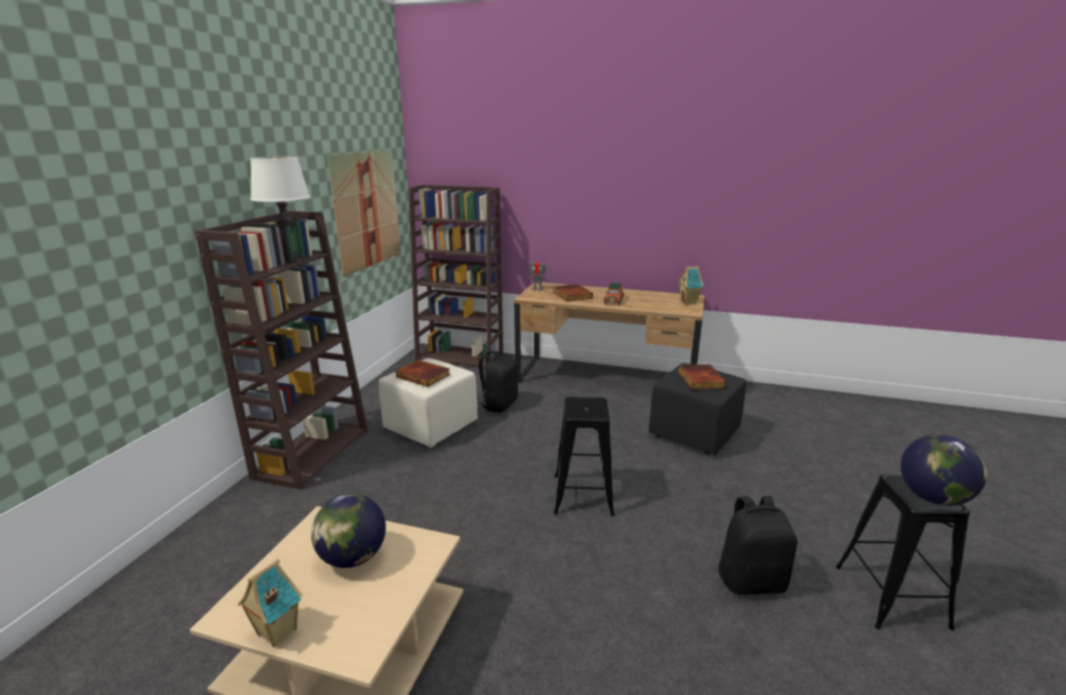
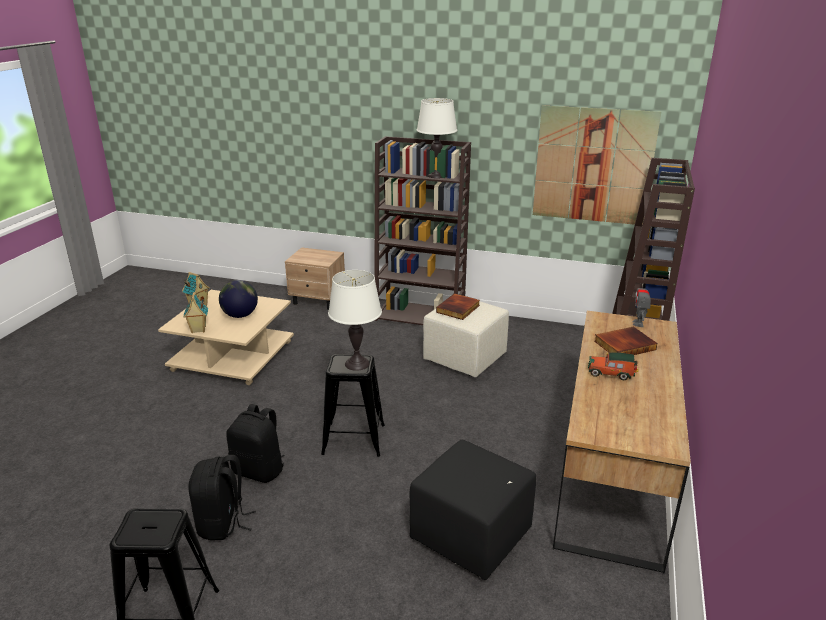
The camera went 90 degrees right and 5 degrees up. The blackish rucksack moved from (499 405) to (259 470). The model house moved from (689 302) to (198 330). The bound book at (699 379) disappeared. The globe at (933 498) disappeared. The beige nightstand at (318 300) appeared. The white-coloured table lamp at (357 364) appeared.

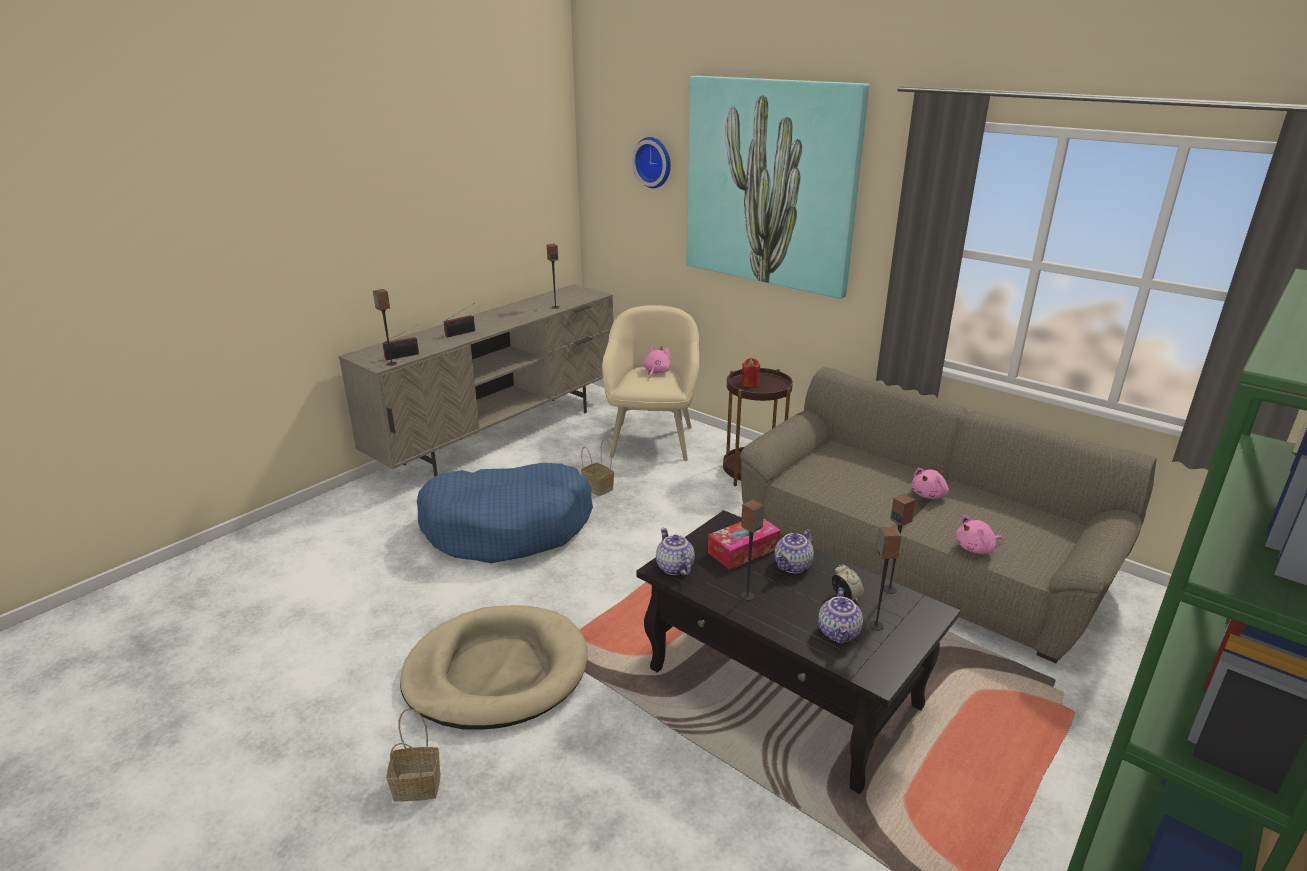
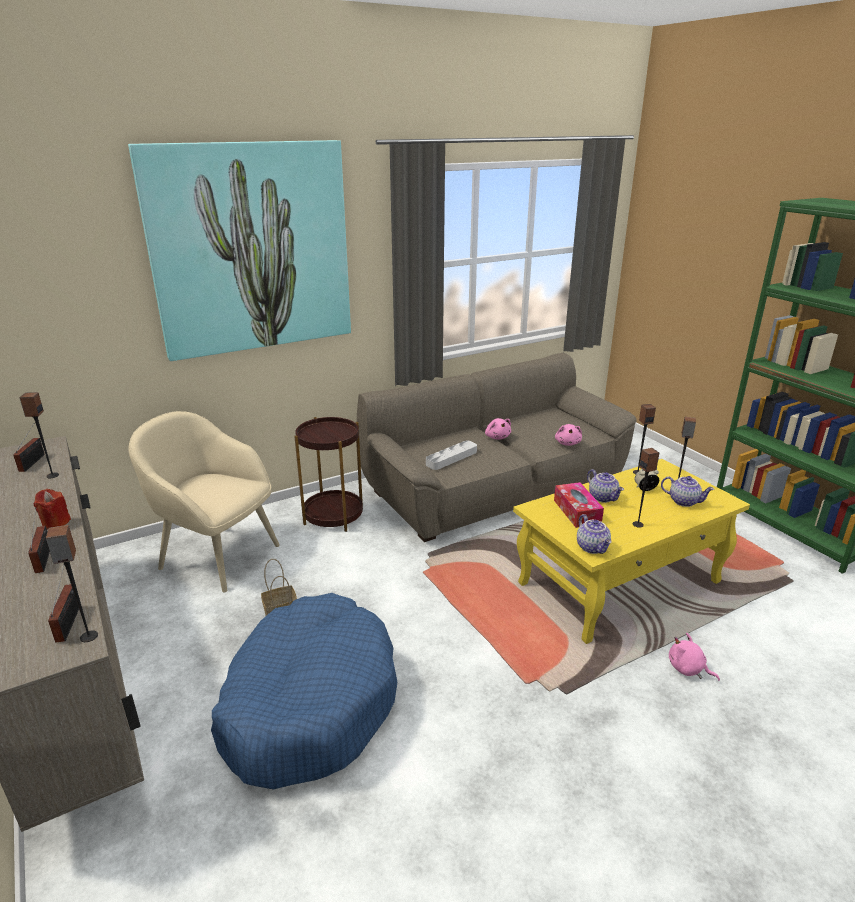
The camera went 70 degrees left and 0 degrees up. The storage basket at (415 787) disappeared. The beige dog bed at (496 672) disappeared. The hanging clock at (654 162) disappeared. The blackish coffee table at (785 688) became the yellow coffee table at (620 582). The pinkish soft toy moved from (656 372) to (688 669). The tea pot at (673 567) turned 105 degrees counterclockwise. The red-coloured candle moved from (750 383) to (56 522). The radio set at (33 462) appeared. The gray serving tray at (451 458) appeared.

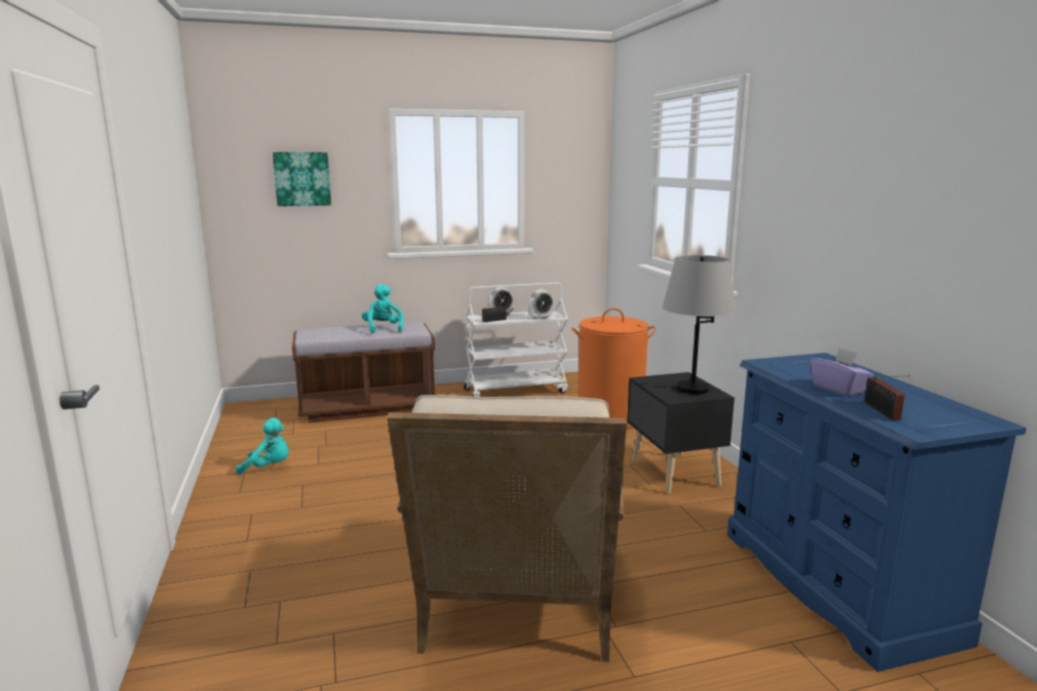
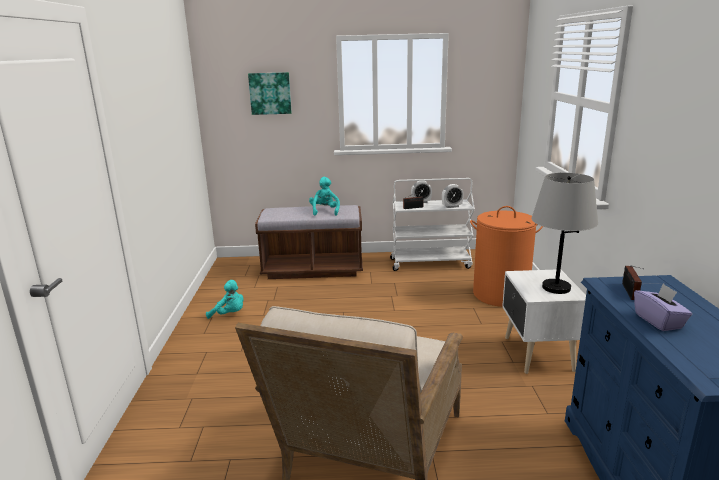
The camera went 15 degrees right and 5 degrees up. The blackish nightstand at (673 474) became the white-coloured nightstand at (537 354). The radio set moved from (882 412) to (630 292).

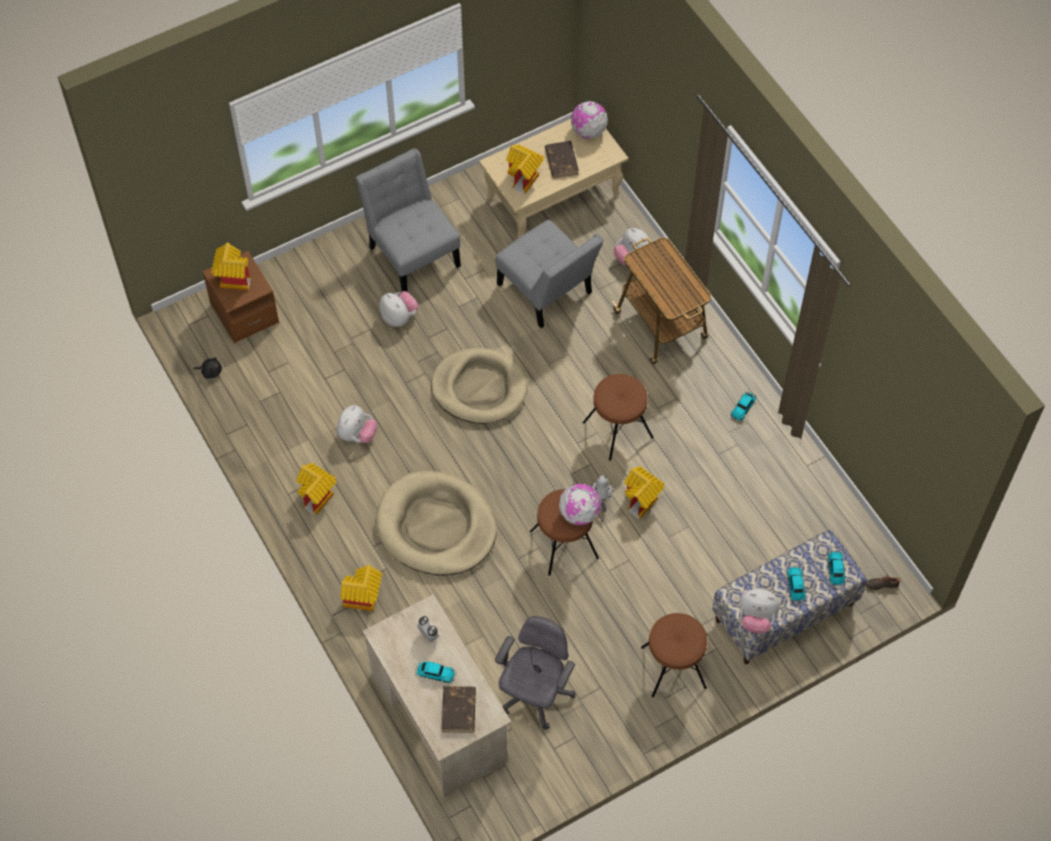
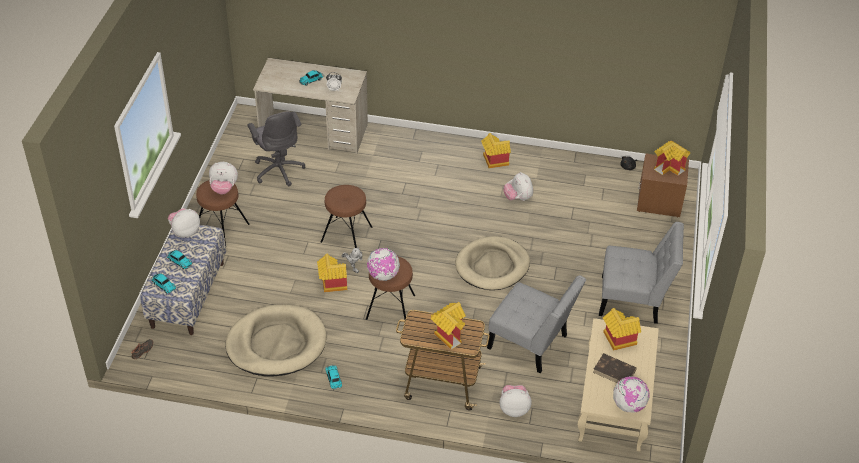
The camera went 130 degrees right and 15 degrees down. The model house moved from (363 599) to (448 334). The beige dog bed moved from (436 526) to (276 344). The soft toy moved from (399 317) to (224 188). The brown bound book at (458 711) disappeared. The gray upright chair at (547 292) turned 150 degrees counterclockwise. The globe moved from (579 513) to (383 275).

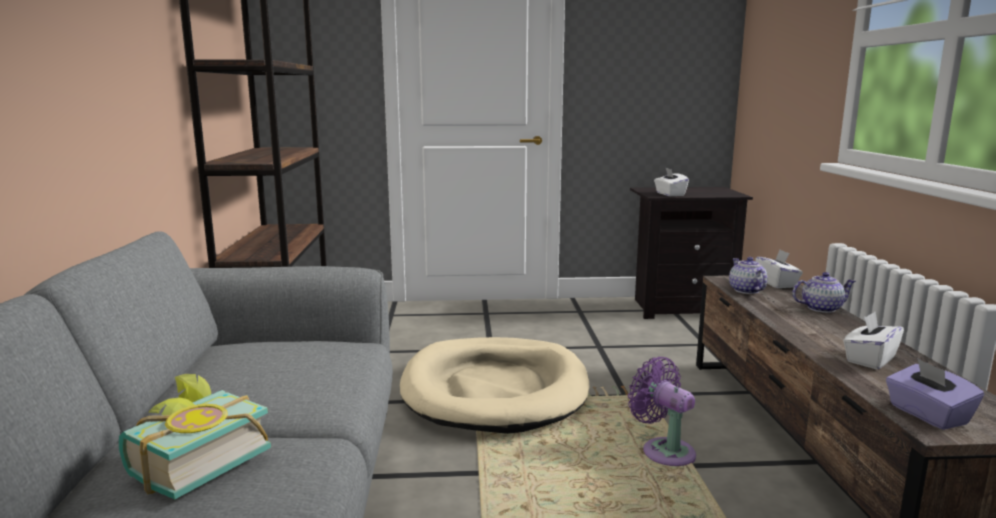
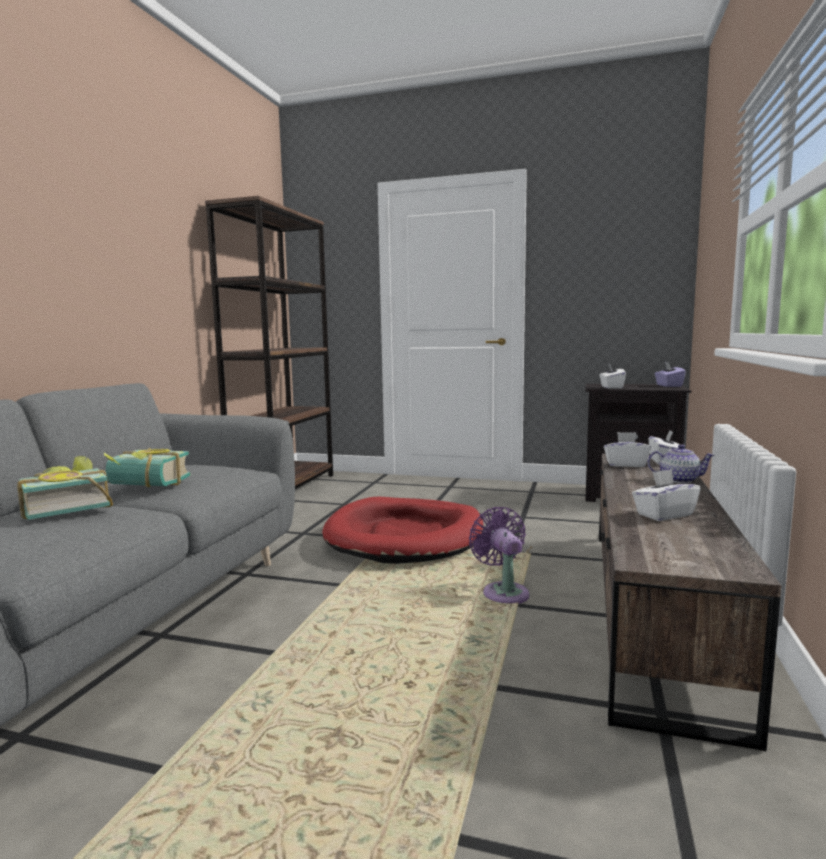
The camera went 20 degrees right and 5 degrees down. The beige dog bed at (494 390) became the red-coloured dog bed at (405 536). The tea pot at (746 290) was replaced by the white-coloured tissue holder at (625 464). The purple tissue holder moved from (927 415) to (668 386). The bound book at (145 486) appeared.

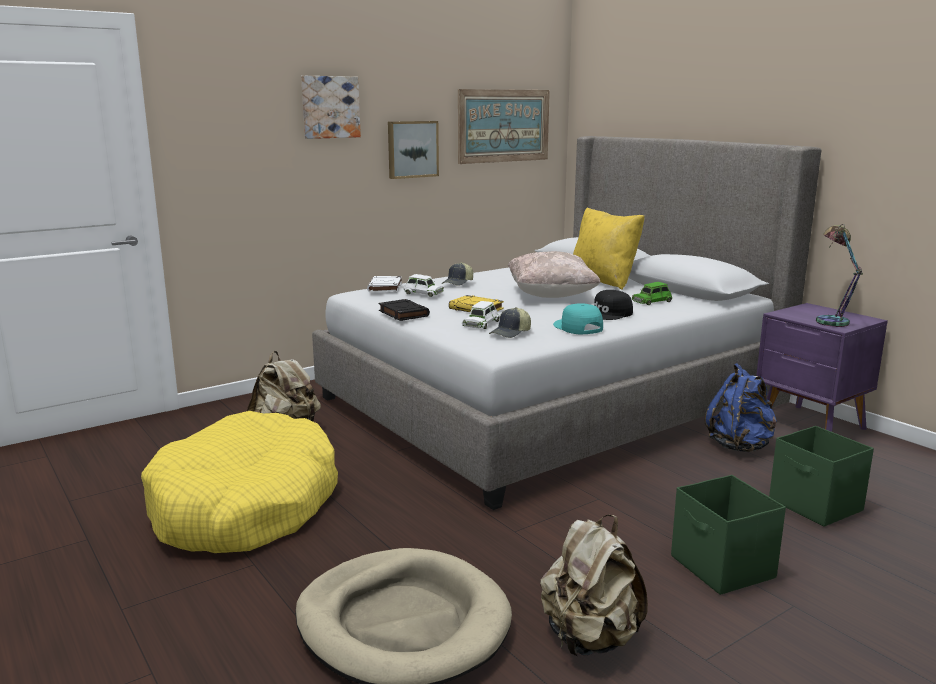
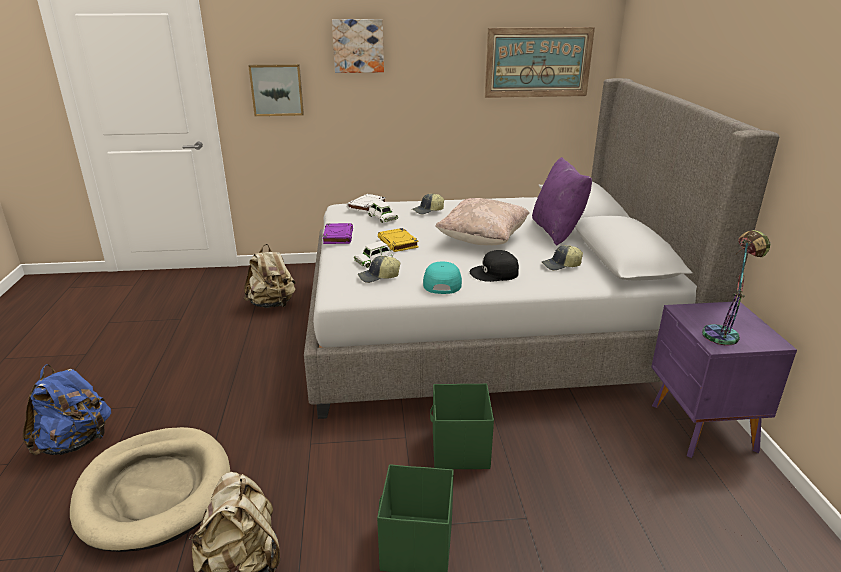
The camera went 30 degrees right and 10 degrees up. The yellow dog bed at (245 506) disappeared. The blackish bound book at (403 313) became the purple bound book at (338 236). The picture moved from (412 149) to (277 89). The yellow pillow at (603 281) became the purple pillow at (557 231). The green-coloured model car at (652 301) was replaced by the cap at (561 266). The blue rucksack moved from (740 446) to (75 442). The green-coloured storage box moved from (816 506) to (459 450).

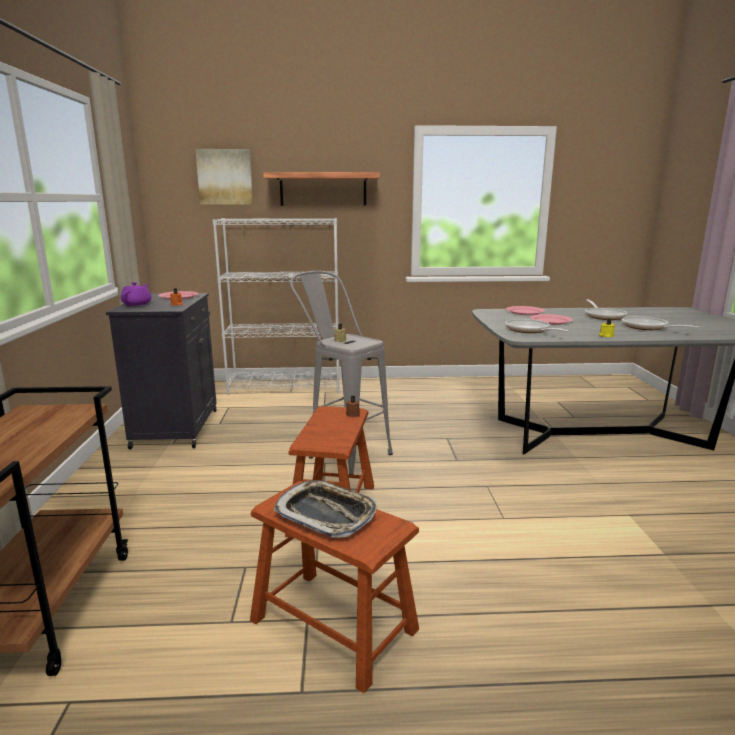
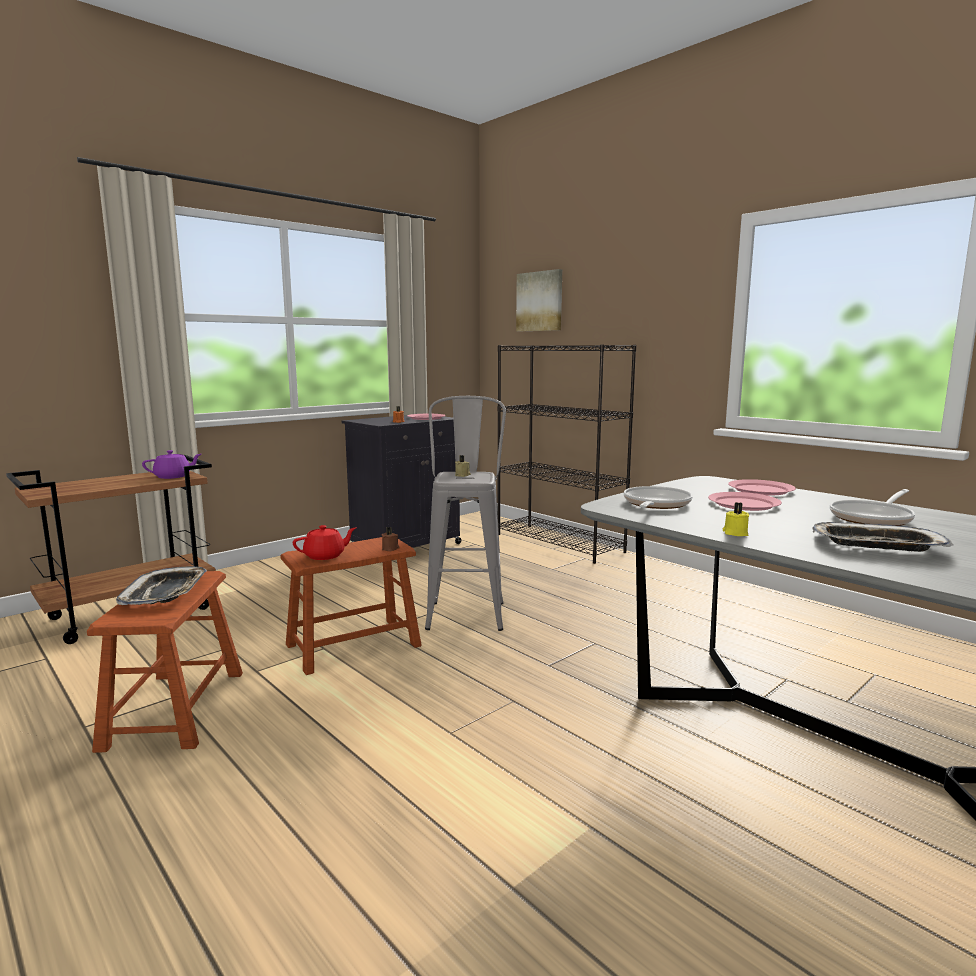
The camera went 50 degrees right and 5 degrees down. The purple tea pot moved from (137 304) to (173 476). The white-coloured bookcase at (286 387) became the blackish bookcase at (560 543). The shelf at (323 189) disappeared. The frying pan at (648 327) was replaced by the serving tray at (876 545). The red-coloured tea pot at (325 556) appeared.

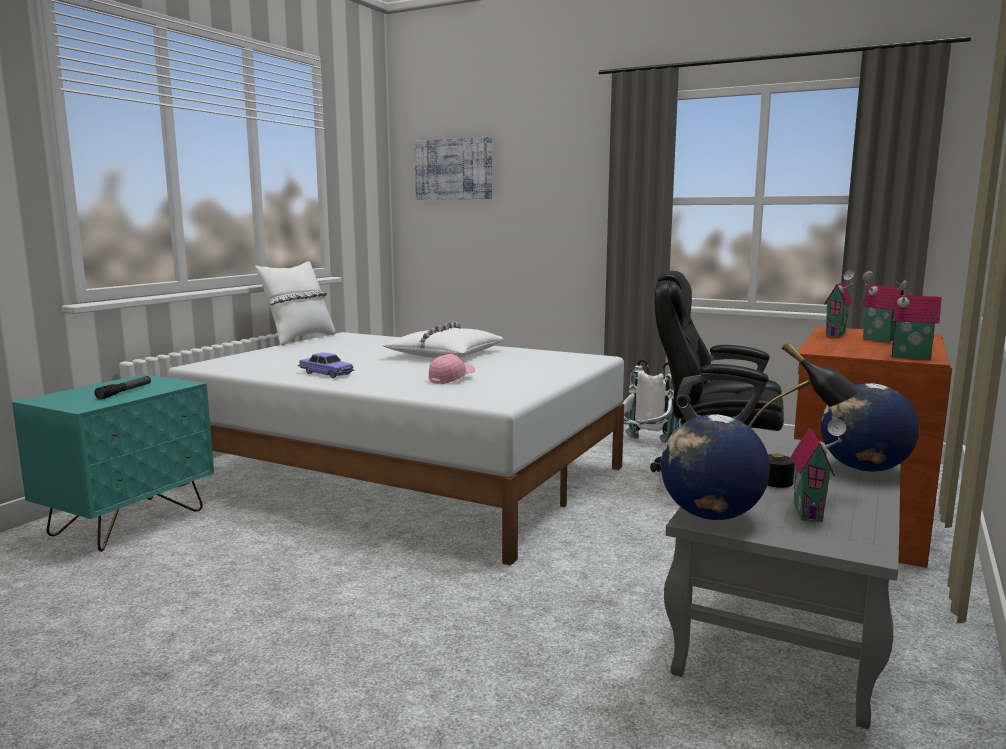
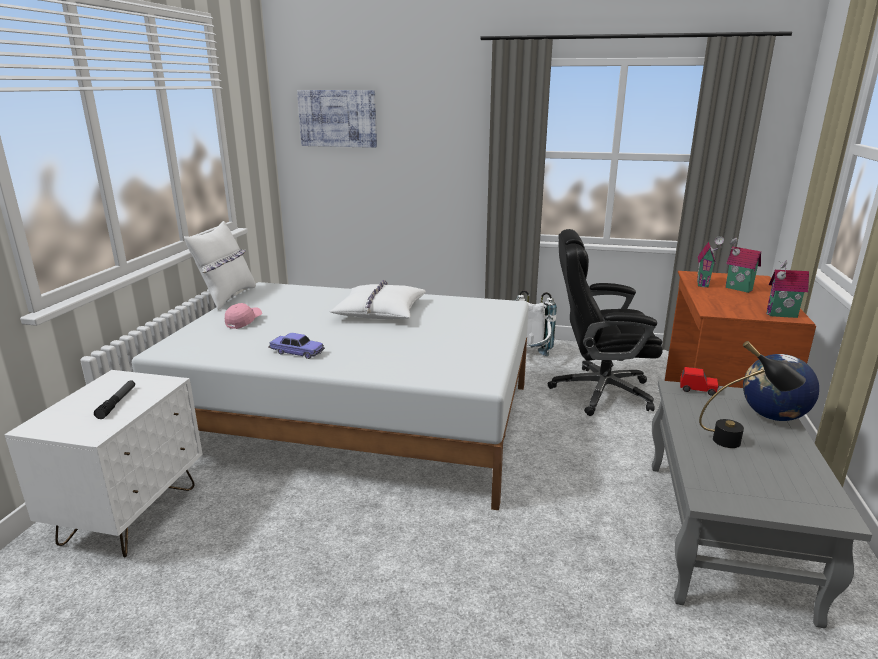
The camera went 15 degrees left and 10 degrees up. The blue-green nightstand at (128 522) became the white-coloured nightstand at (130 515). The pinkish cap moved from (452 379) to (244 322). The globe at (710 516) disappeared. The model house at (811 512) disappeared. The red-coloured model car at (698 390) appeared.

